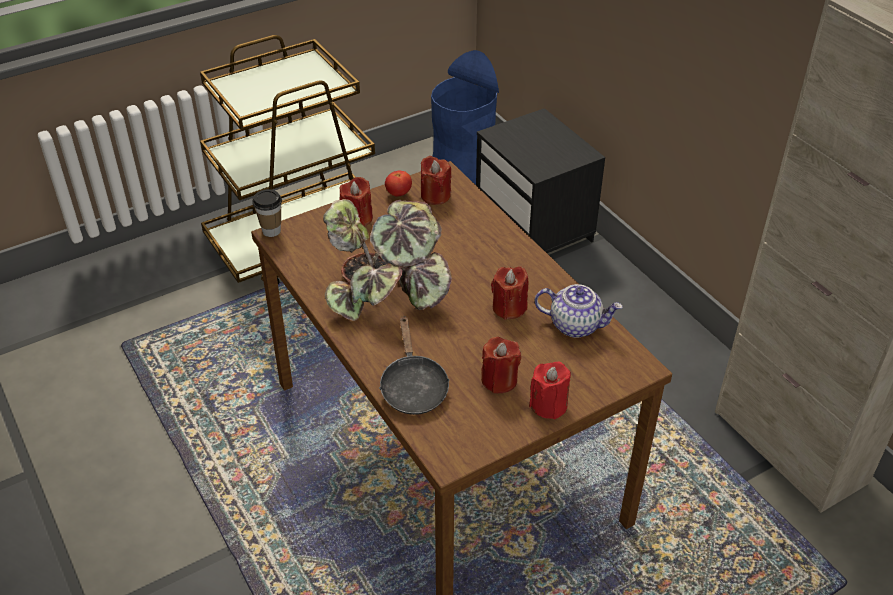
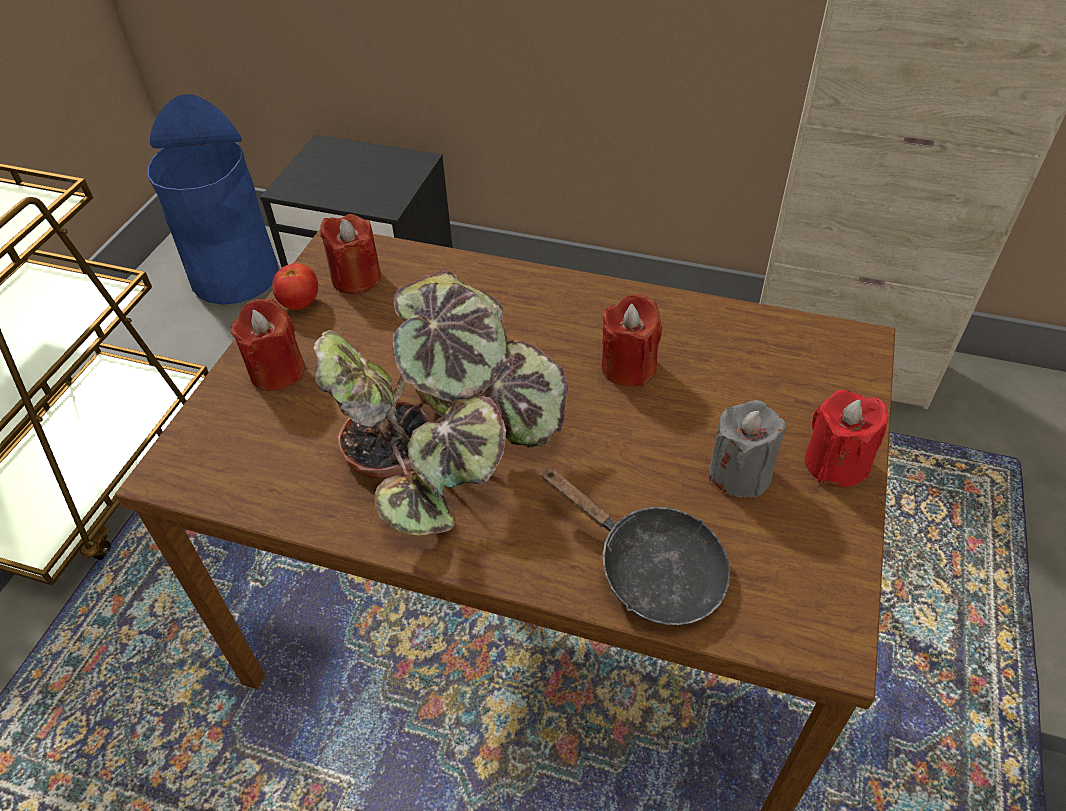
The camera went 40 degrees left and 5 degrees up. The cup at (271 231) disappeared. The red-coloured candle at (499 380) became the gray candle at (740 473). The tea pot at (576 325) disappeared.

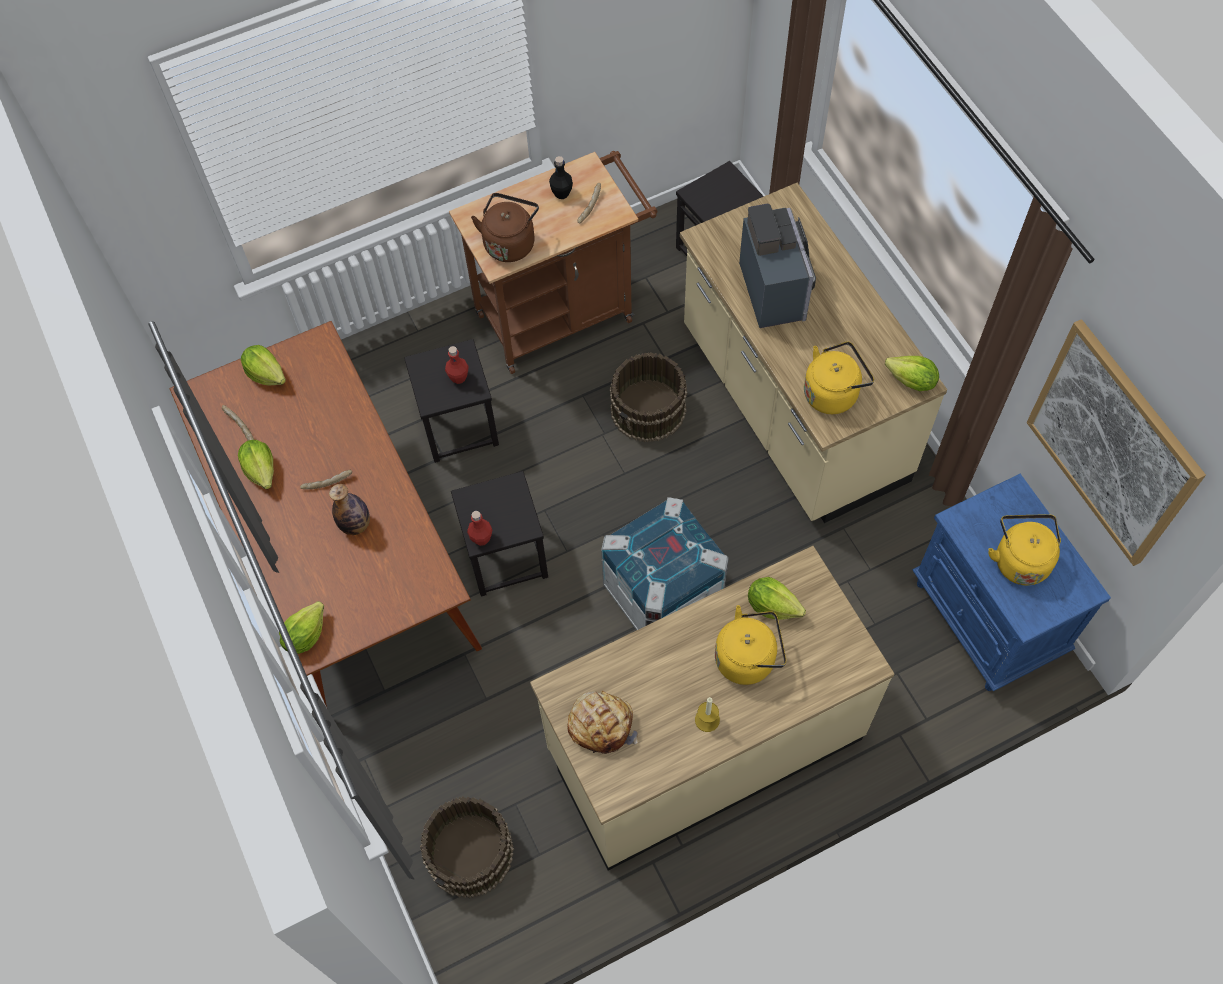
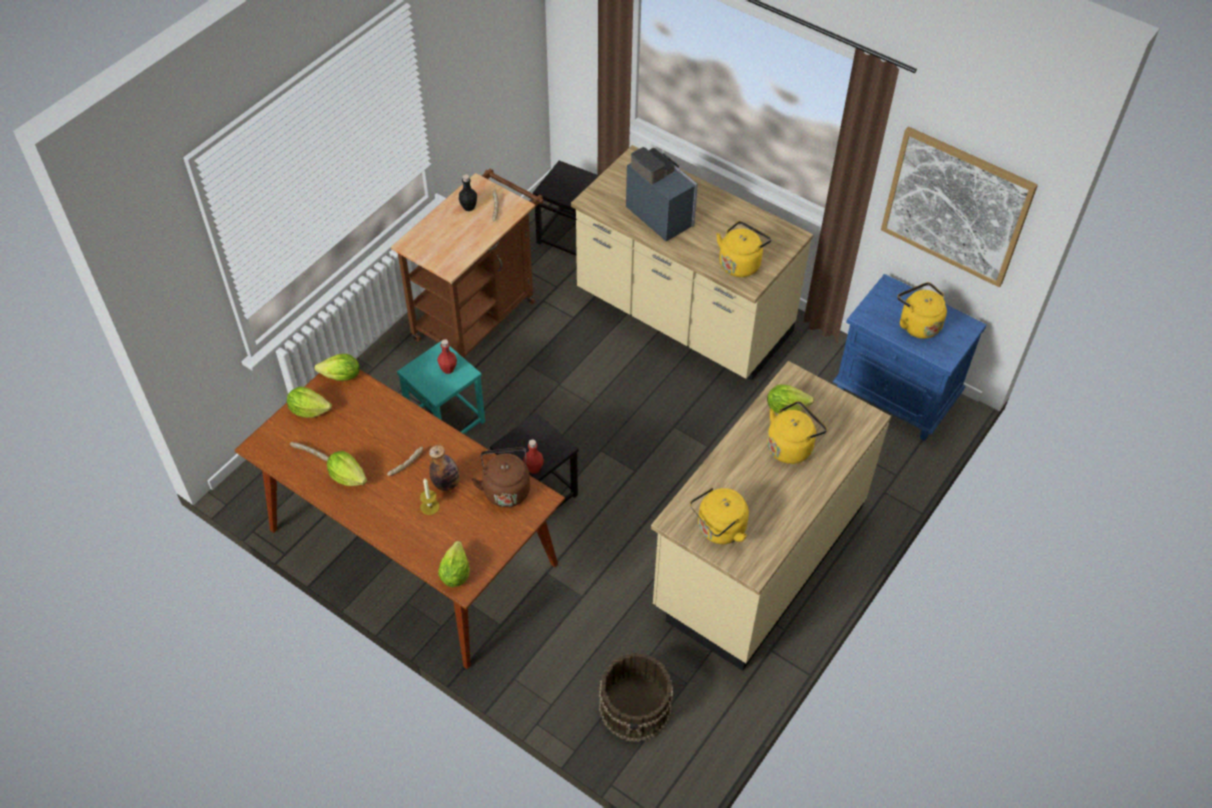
The camera went 30 degrees left and 10 degrees down. The blackish stool at (459 426) became the blue-green stool at (446 420). The brown tea kettle moved from (510 242) to (506 488). The baked bread at (601 724) was replaced by the yellow tea kettle at (719 529). The packing crate at (663 592) disappeared. The brown bucket at (649 409) disappeared. The candle moved from (707 720) to (430 507). The lettuce head moved from (911 382) to (341 376).

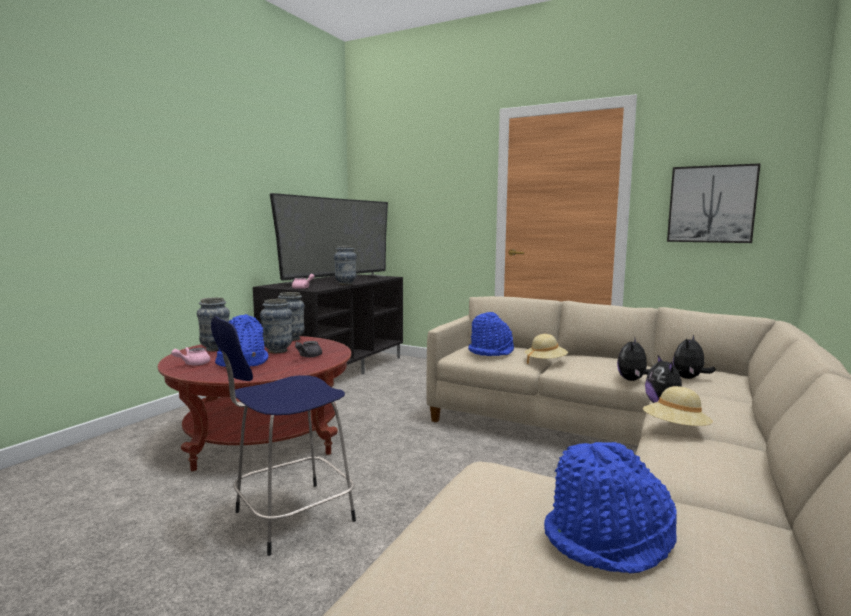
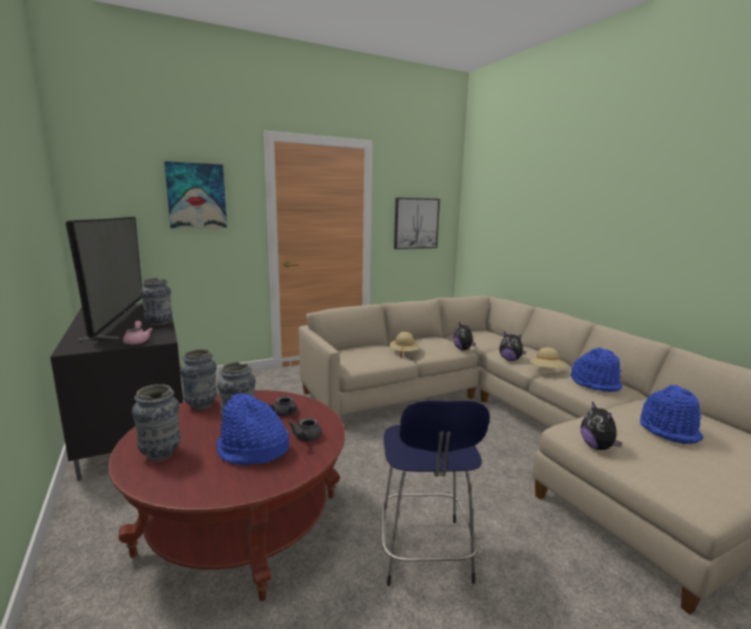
The camera went 55 degrees left and 5 degrees up. The pinkish tea pot at (193 364) disappeared. The blue hat moved from (491 351) to (595 384). The soft toy moved from (689 378) to (597 447). The picture at (196 196) appeared. The gray tea pot at (306 438) appeared.

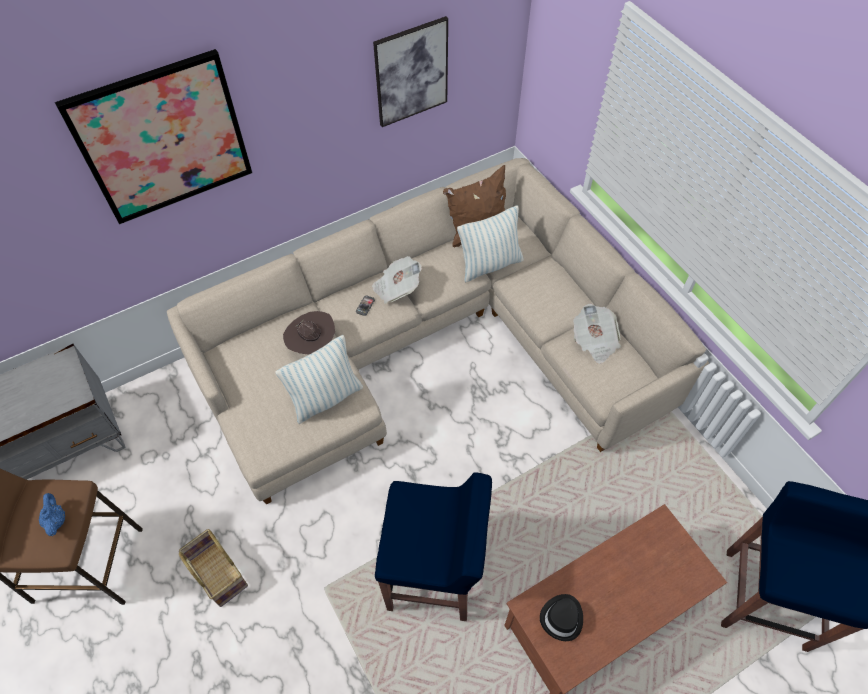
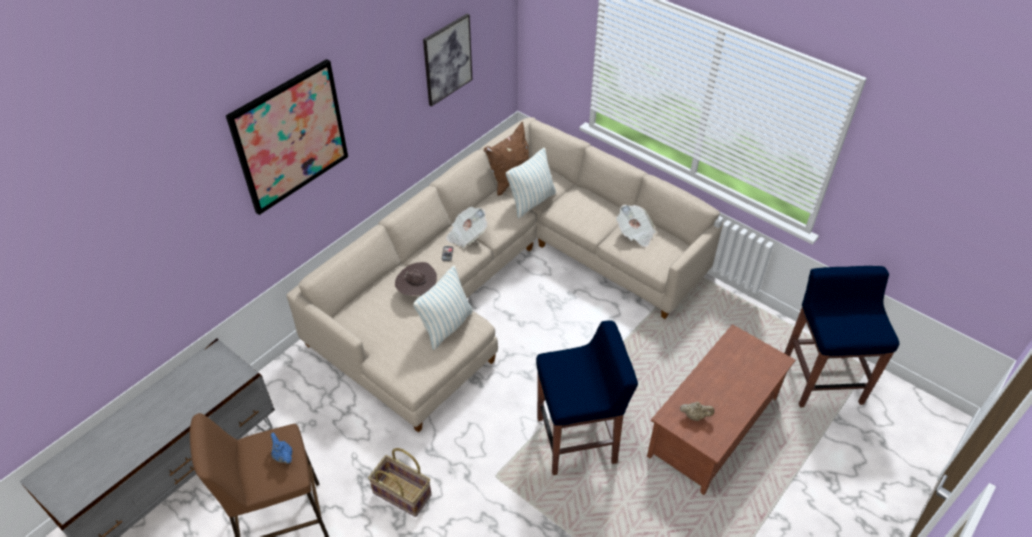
The camera went 20 degrees left and 10 degrees down. The blackish hat at (562 618) was replaced by the beige tea pot at (695 416).

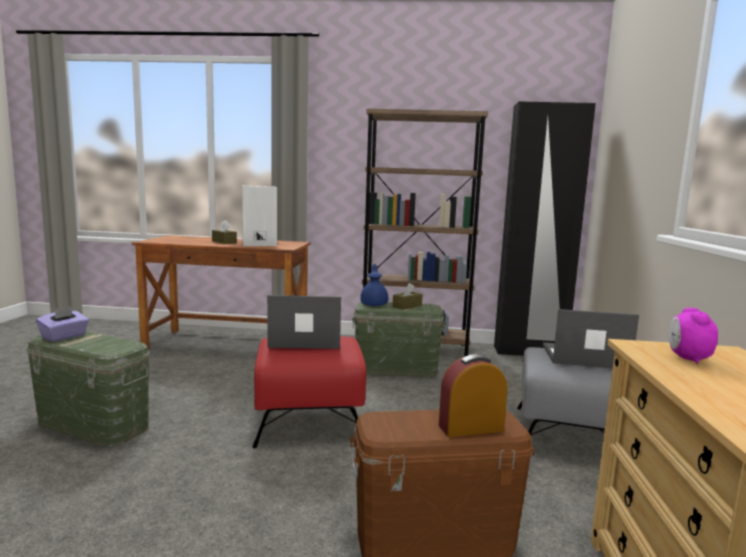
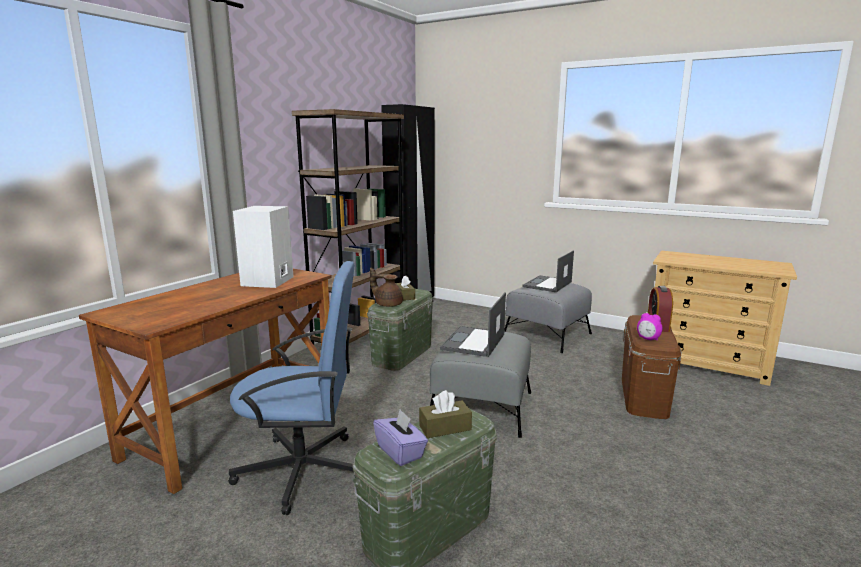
The camera went 65 degrees left and 5 degrees up. The brown tissue holder moved from (224 242) to (445 428). The red-coloured ottoman at (308 419) became the gray ottoman at (480 407). The blue tea pot at (374 304) became the brown tea pot at (387 304). The table clock moved from (687 358) to (648 339). The blue office chair at (303 470) appeared.

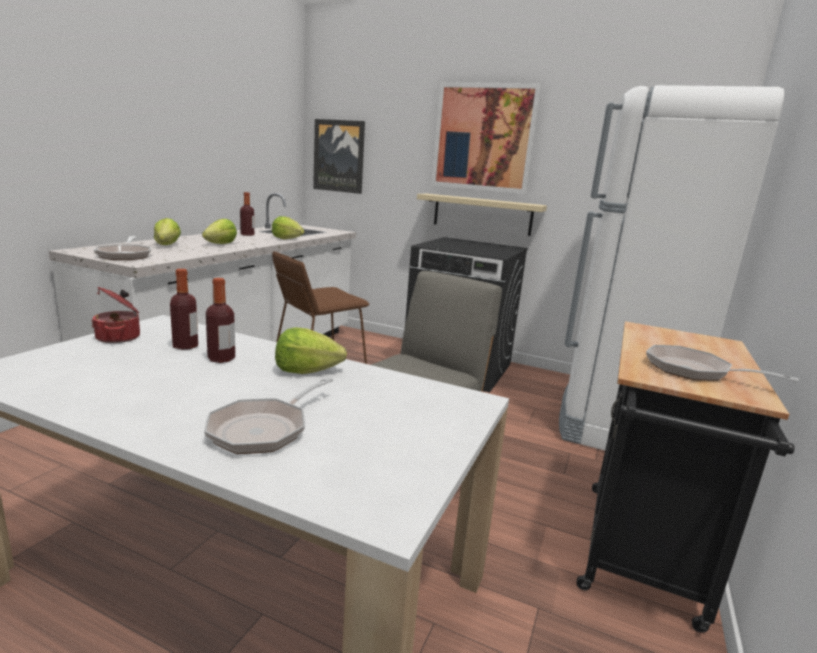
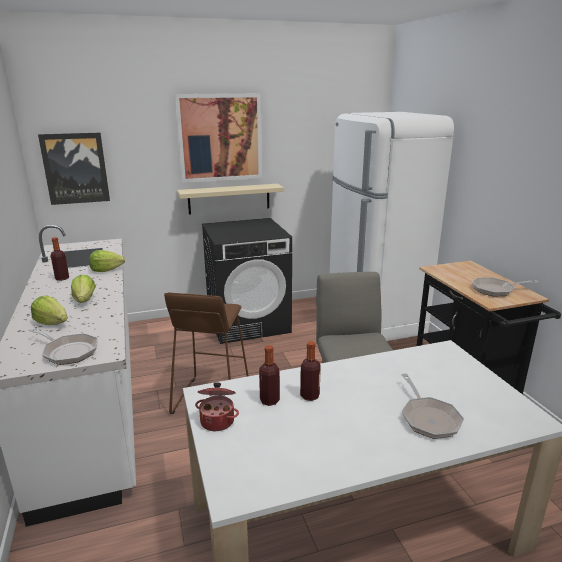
The camera went 40 degrees left and 5 degrees up. The lettuce head at (306 370) disappeared.

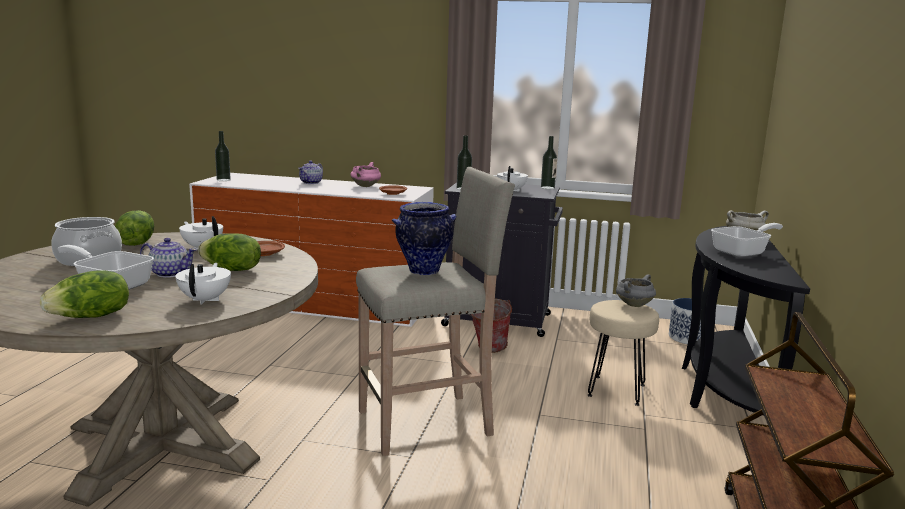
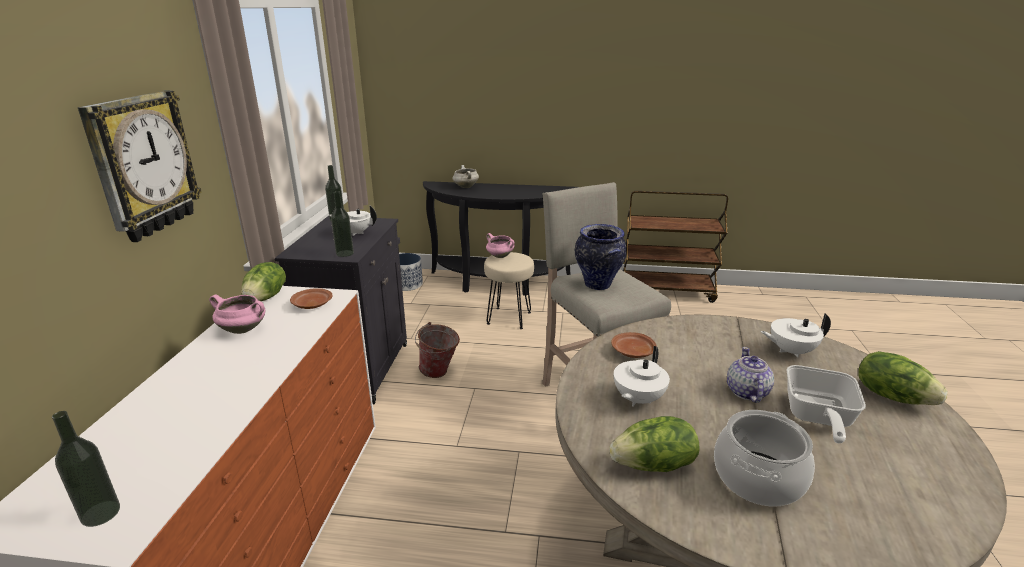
The camera went 95 degrees left and 10 degrees up. The lettuce head moved from (231 269) to (266 297). The tea pot at (311 182) disappeared. The gray saucepot at (634 305) became the pinkish saucepot at (499 256). The frying pan at (743 252) disappeared. The hanging clock at (142 165) appeared.

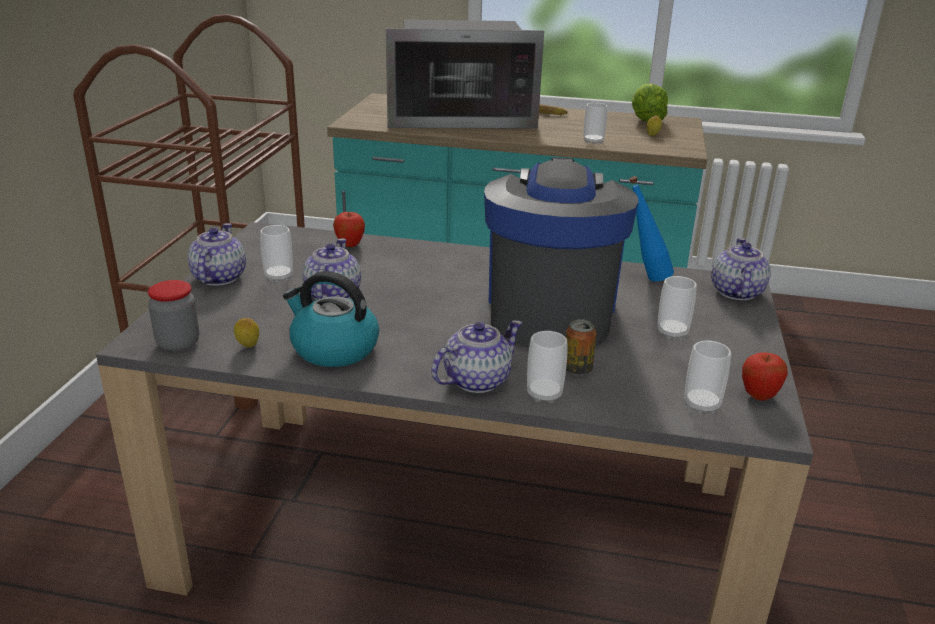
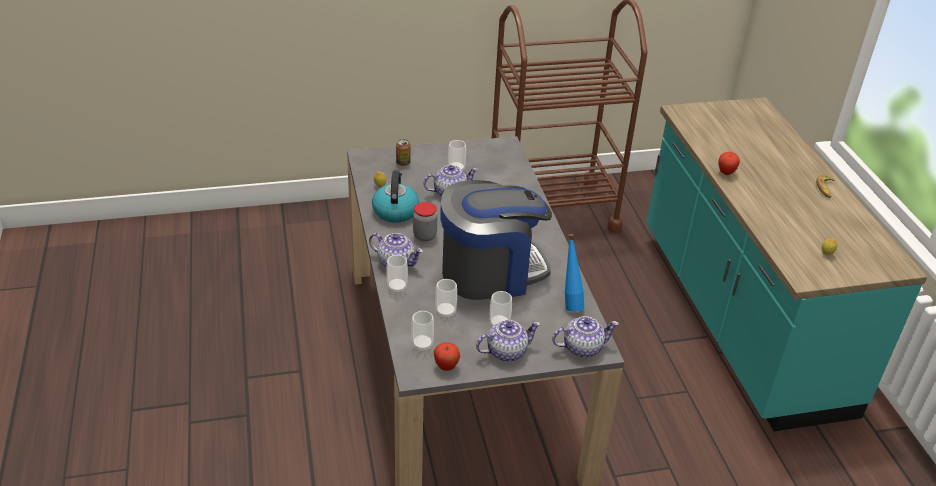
The camera went 65 degrees right and 10 degrees up. The storage jar moved from (178 343) to (425 235). The tea pot moved from (218 278) to (506 352). The apple fruit moved from (350 245) to (726 173). The kitchen microwave at (460 117) disappeared. The metal can moved from (577 369) to (403 163). The cup moved from (593 142) to (445 312). The lettuce head at (646 121) disappeared.

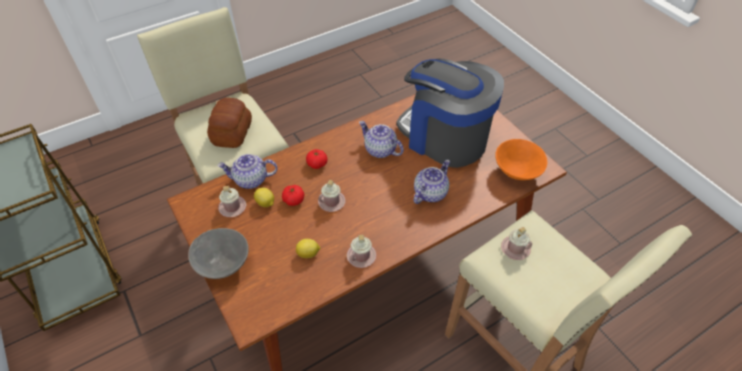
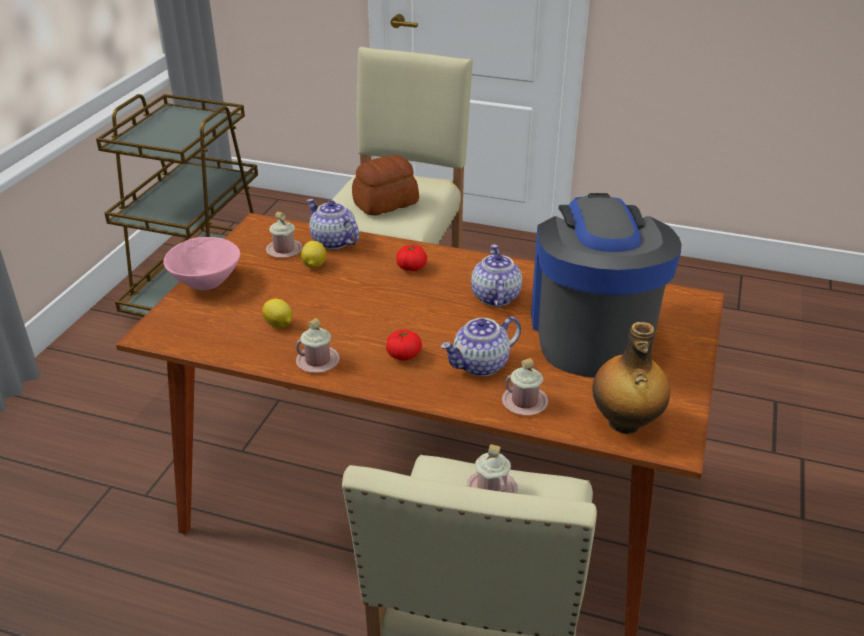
The camera went 50 degrees right and 15 degrees down. The gray bowl at (223 264) became the pinkish bowl at (207 282). The fresh tomato moved from (294 200) to (404 355). The pinkish tea mug moved from (331 202) to (524 402). The tea pot at (430 192) turned 150 degrees clockwise. The orangey bowl at (517 172) was replaced by the bottle at (624 423).

